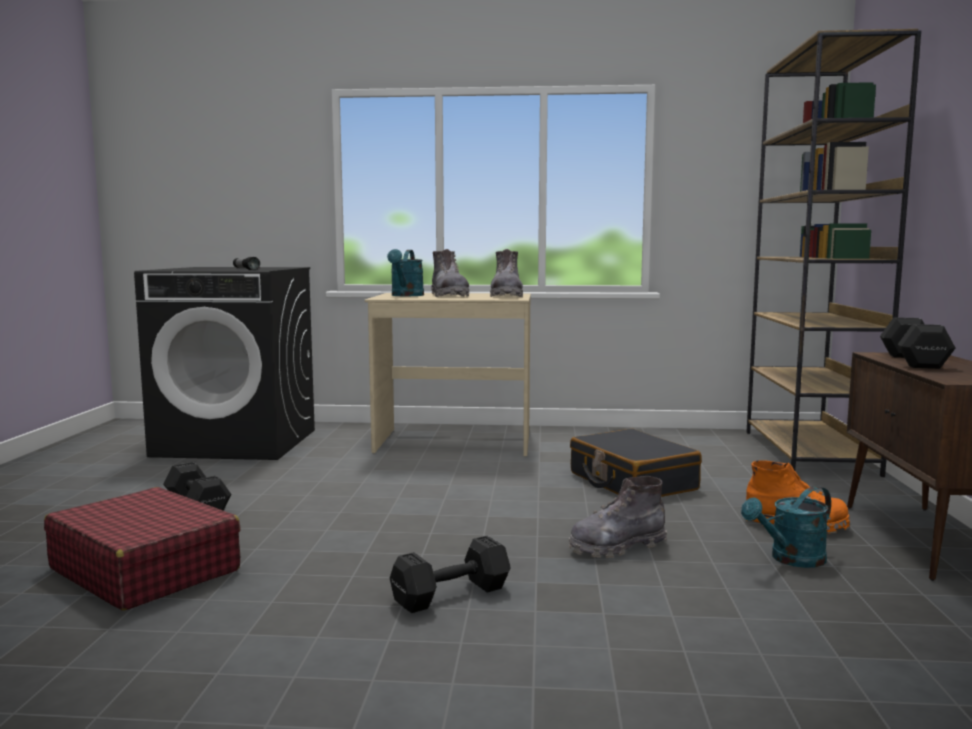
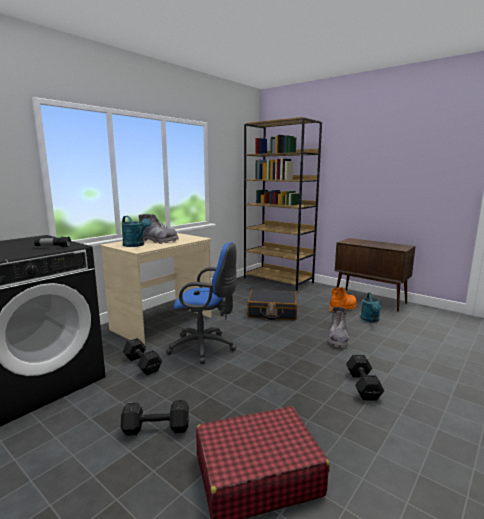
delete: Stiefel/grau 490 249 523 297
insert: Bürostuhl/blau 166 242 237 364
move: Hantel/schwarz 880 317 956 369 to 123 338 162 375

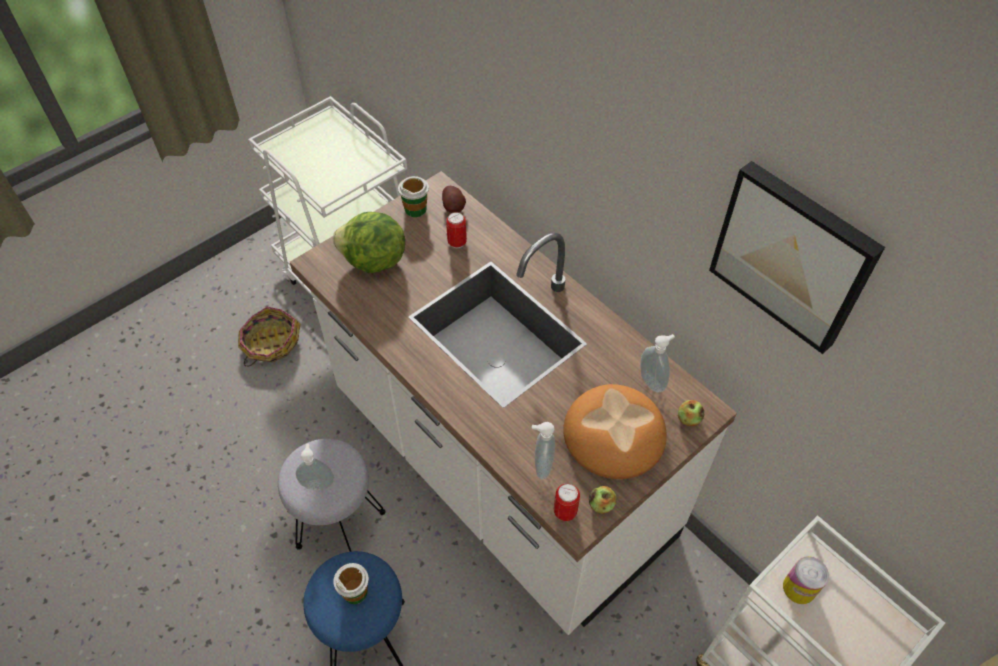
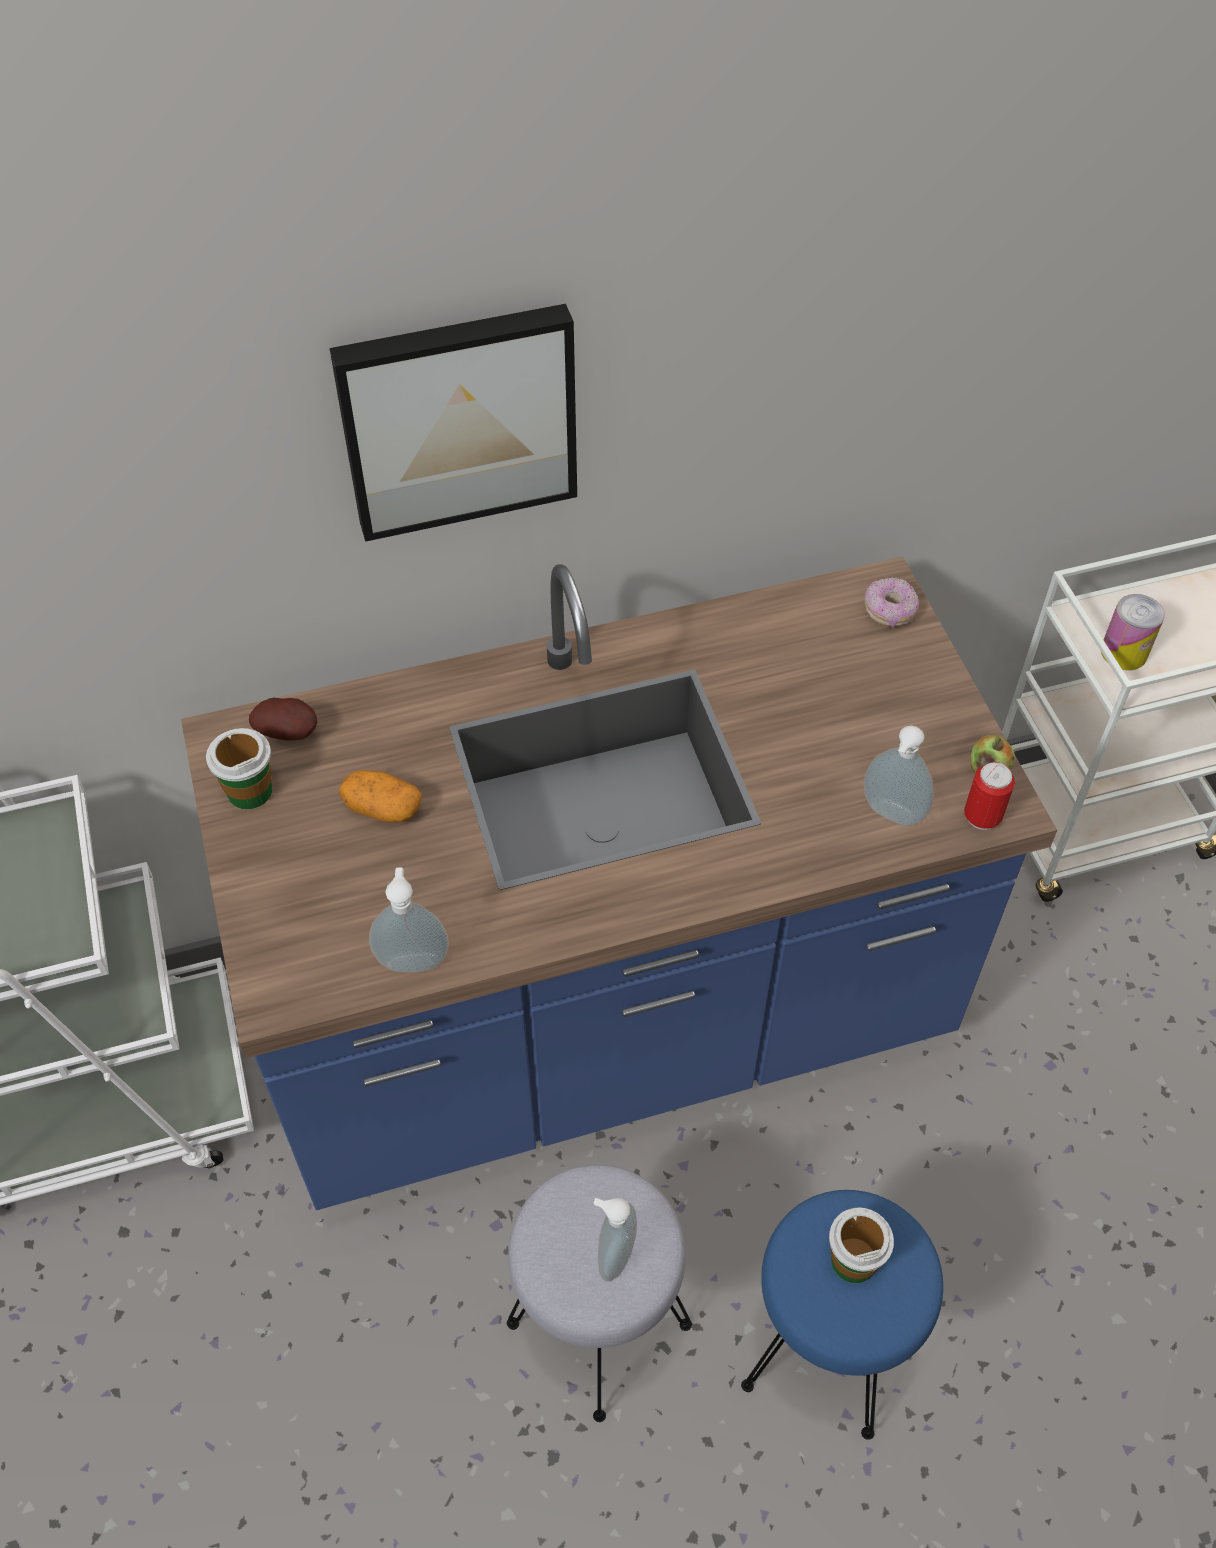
delete: Salatkopf 333 212 405 273; Dose 446 212 467 248; Korb 238 307 300 367; Brot 563 384 667 479
insert: Kartoffel 339 770 422 823
move: Bild 709 161 885 354 to 330 304 577 542; Seifenspender 640 334 675 393 to 369 867 449 972
replace: Apfel 678 400 704 426 to Donut 865 578 919 627
recolor: Küchenzeile/weiß 290 171 737 635 to Küchenzeile/blau 181 557 1057 1210

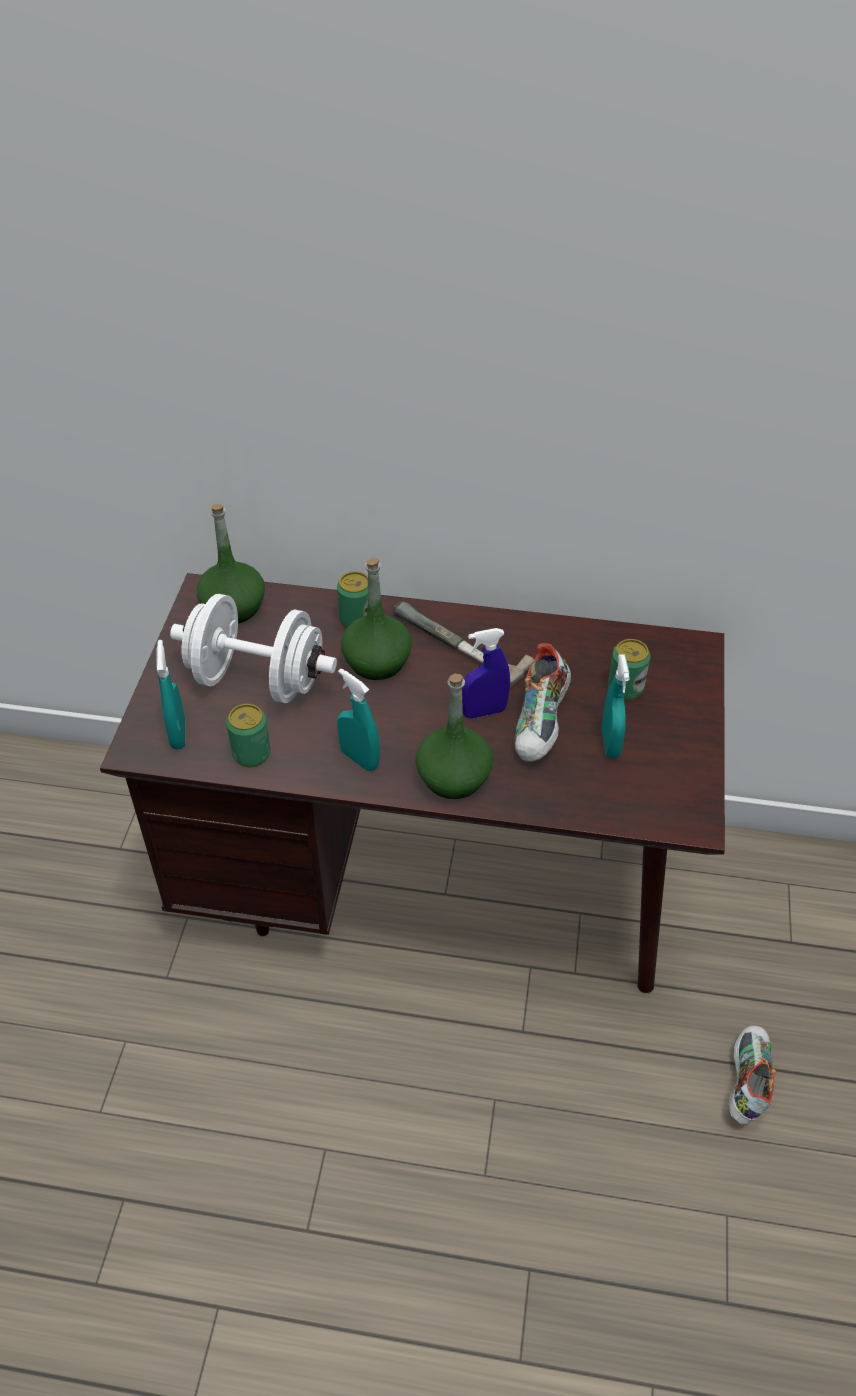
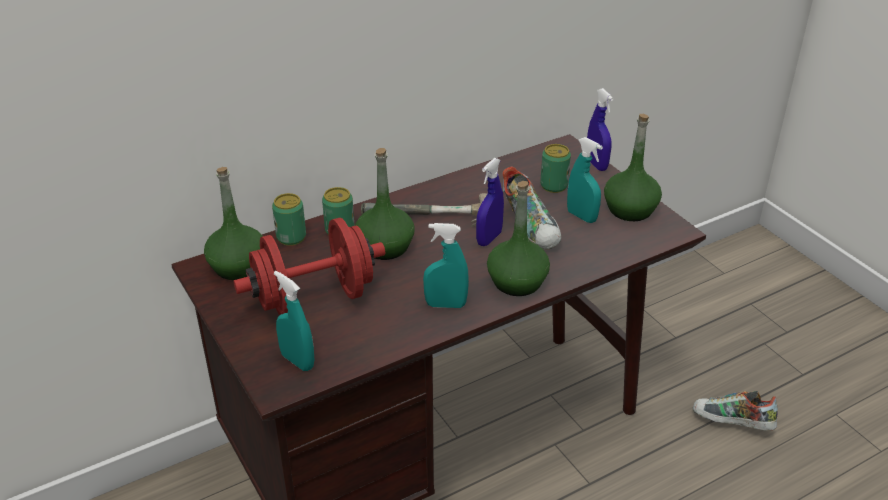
insert: Sprühflasche/blau 587 88 613 171; Flasche/grün 604 114 662 221
move: Dose 226 704 271 767 to 272 193 306 246
recolor: Hantel/weiß 170 594 337 703 to Hantel/rot 234 218 385 315
rotate: Schuh 728 1025 776 1125 = 692 391 778 430 45 degrees counterclockwise

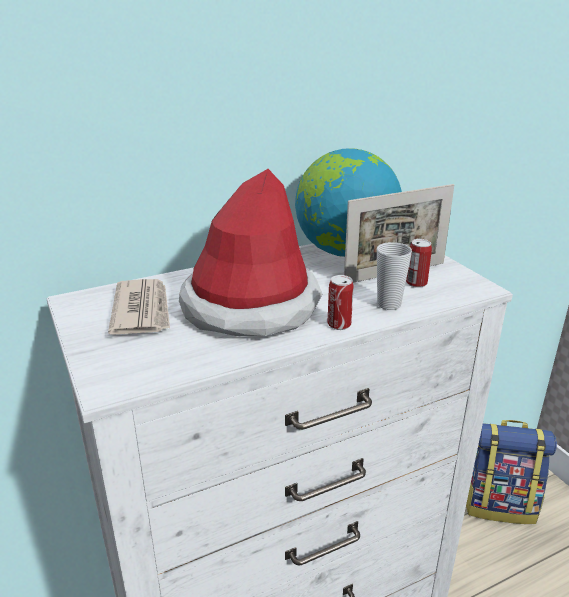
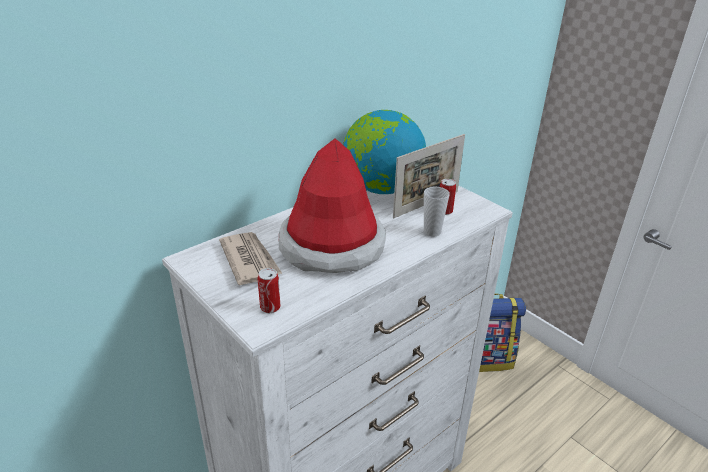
move: Dose 327 275 354 330 to 258 268 280 313

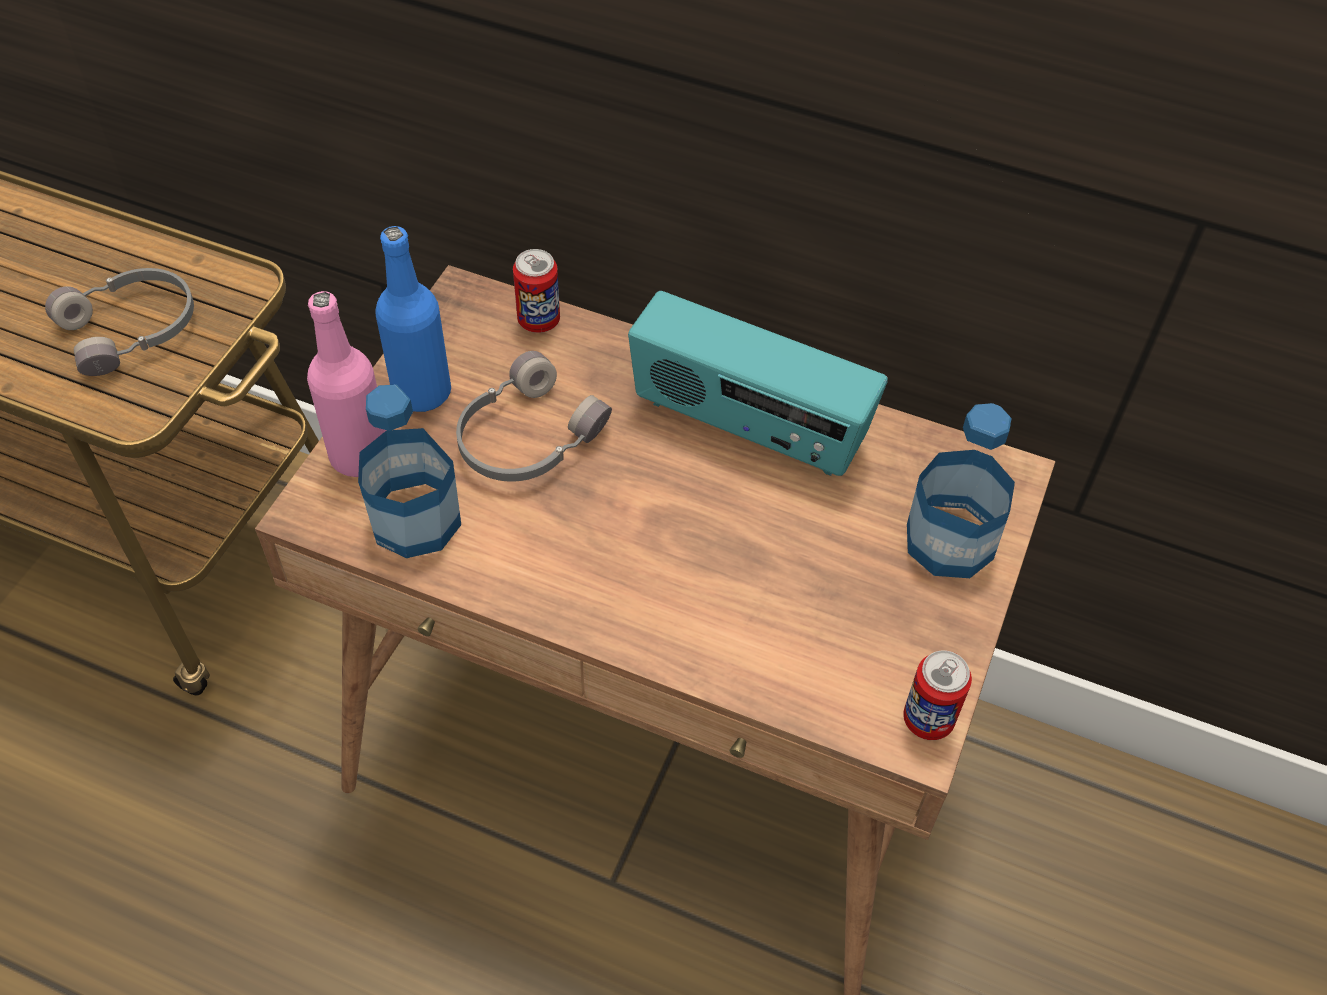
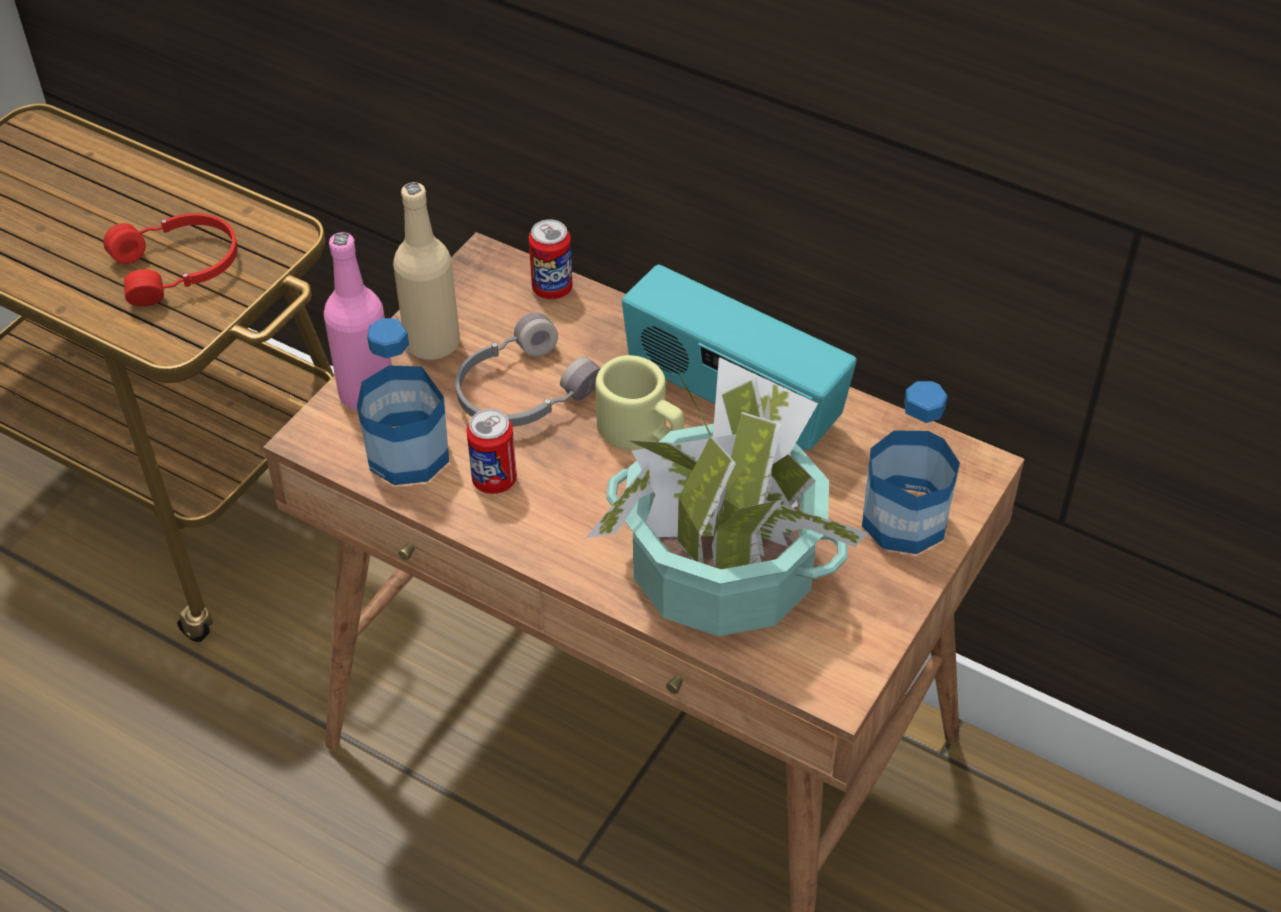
insert: Henkelbecher/beige 595 355 684 450; Topfpflanze 585 357 868 636
move: Dose 903 650 972 740 to 466 409 517 494
recolor: Flasche/blau 375 226 451 412 to Flasche/beige 393 182 460 360; Kopfhörer/grau 45 268 194 376 to Kopfhörer/rot 103 213 238 306

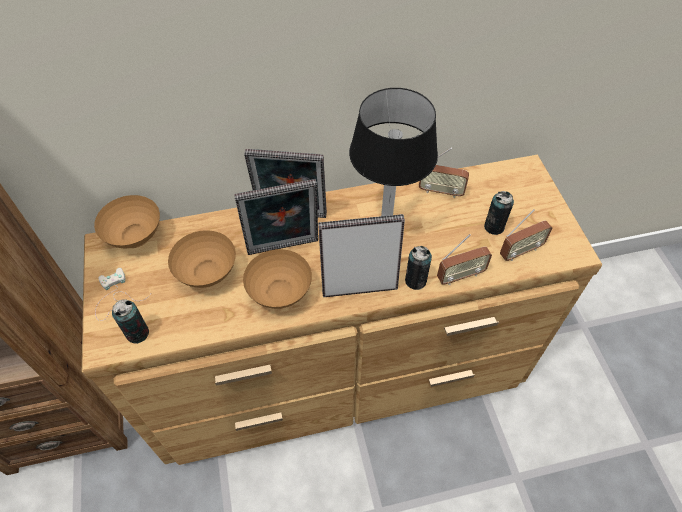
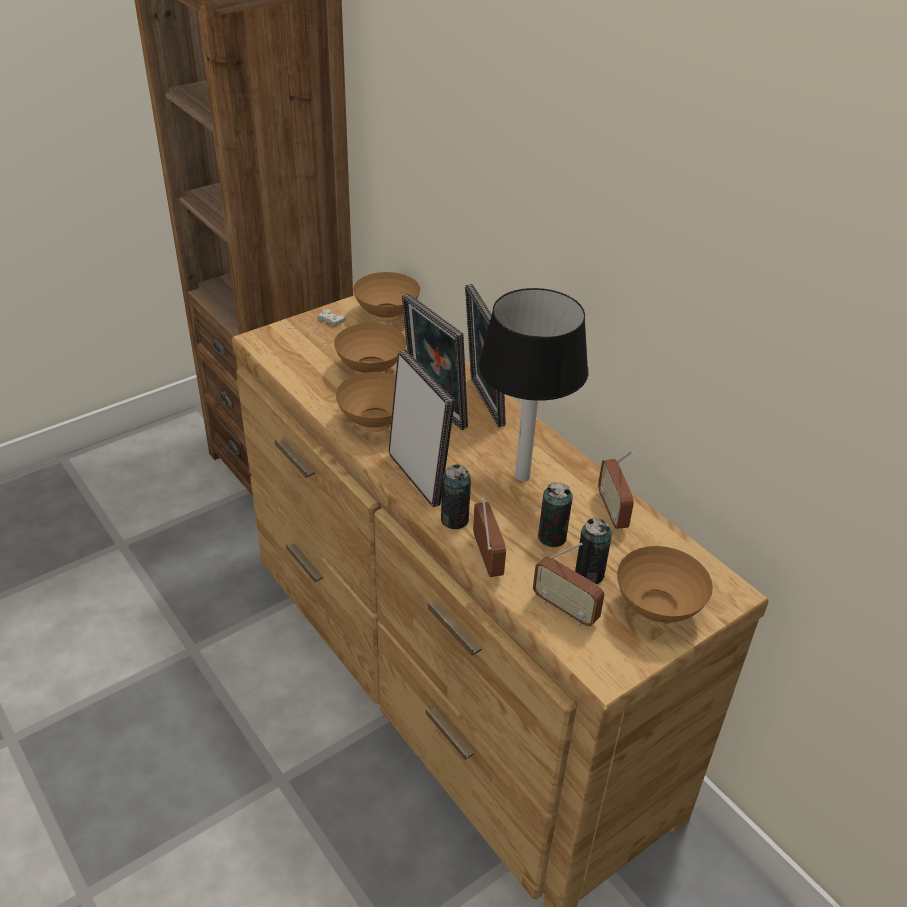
insert: Schüssel/braun 617 546 713 624
move: Dose 112 299 149 344 to 538 482 573 547
rotate: Radio 437 234 492 285 = 473 496 506 577 150 degrees counterclockwise

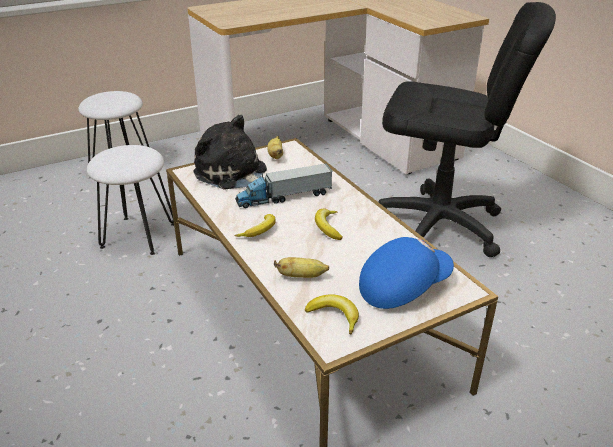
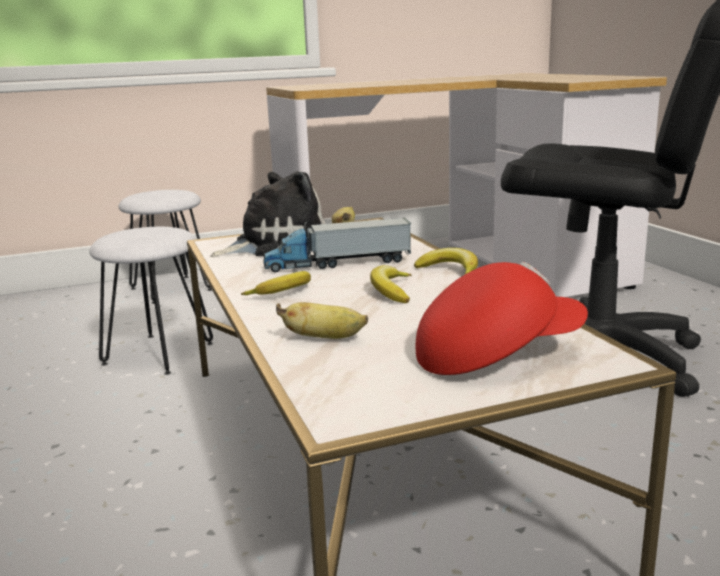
move: Banane 305 294 359 335 to 414 248 478 274
recolor: Kappe/blau 359 237 454 309 to Kappe/rot 416 262 588 375
rotate: Plüschtier 193 115 267 189 = 210 171 326 257 105 degrees clockwise

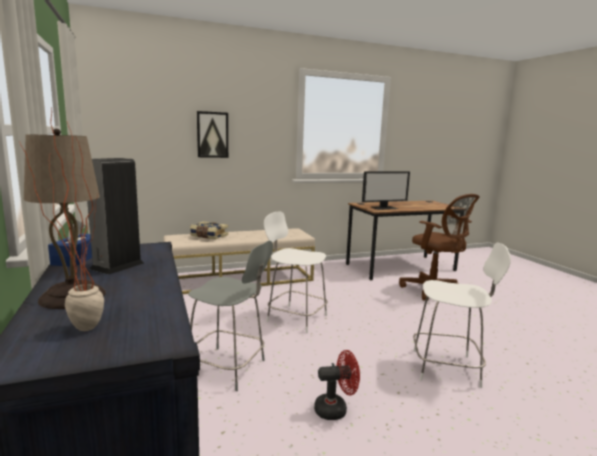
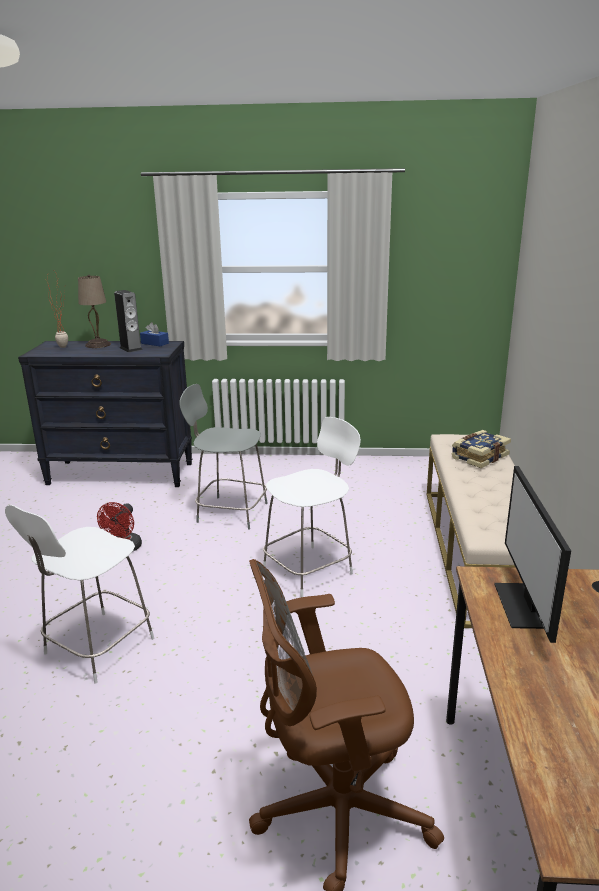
delete: Bild 197 111 228 158
rotate: Stuhl/grau 188 241 273 391 = 180 384 268 530 60 degrees clockwise

